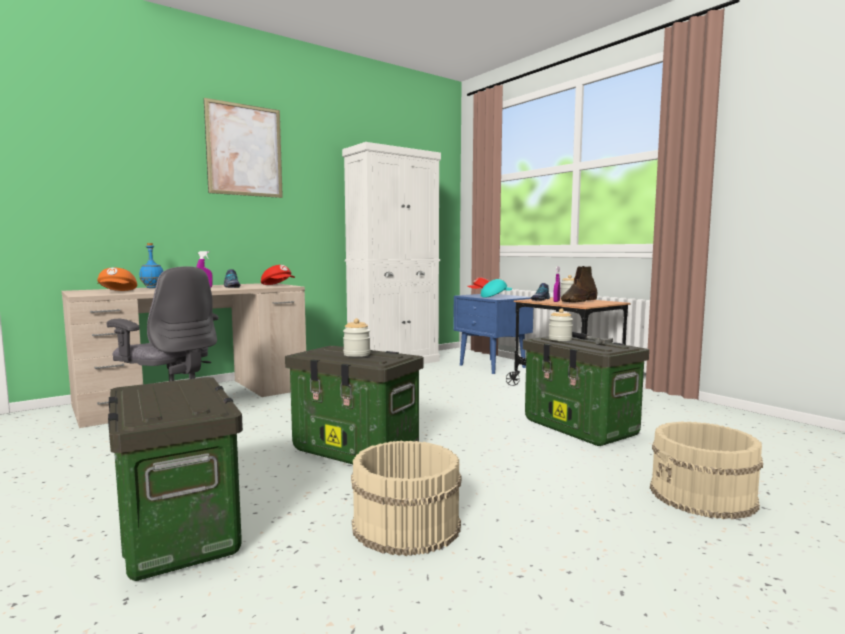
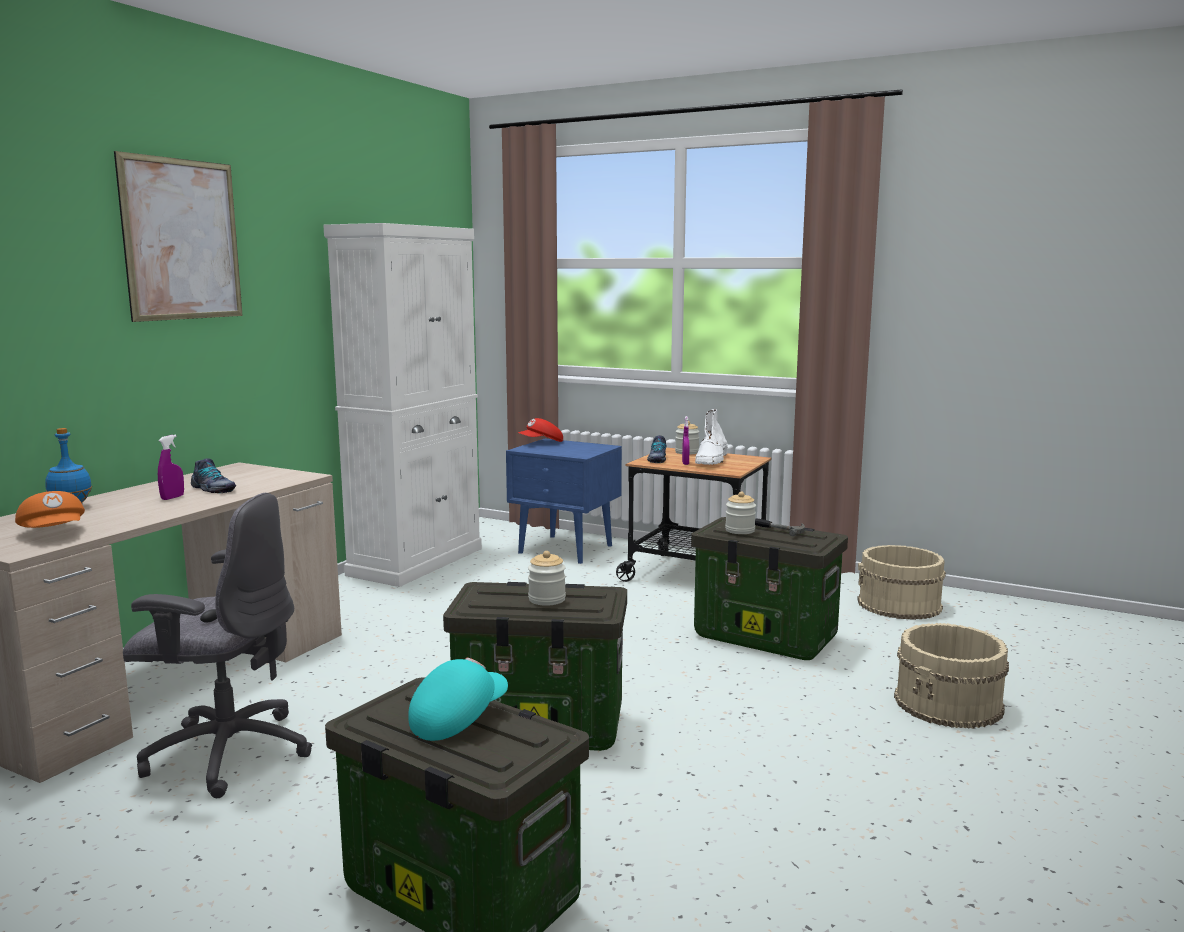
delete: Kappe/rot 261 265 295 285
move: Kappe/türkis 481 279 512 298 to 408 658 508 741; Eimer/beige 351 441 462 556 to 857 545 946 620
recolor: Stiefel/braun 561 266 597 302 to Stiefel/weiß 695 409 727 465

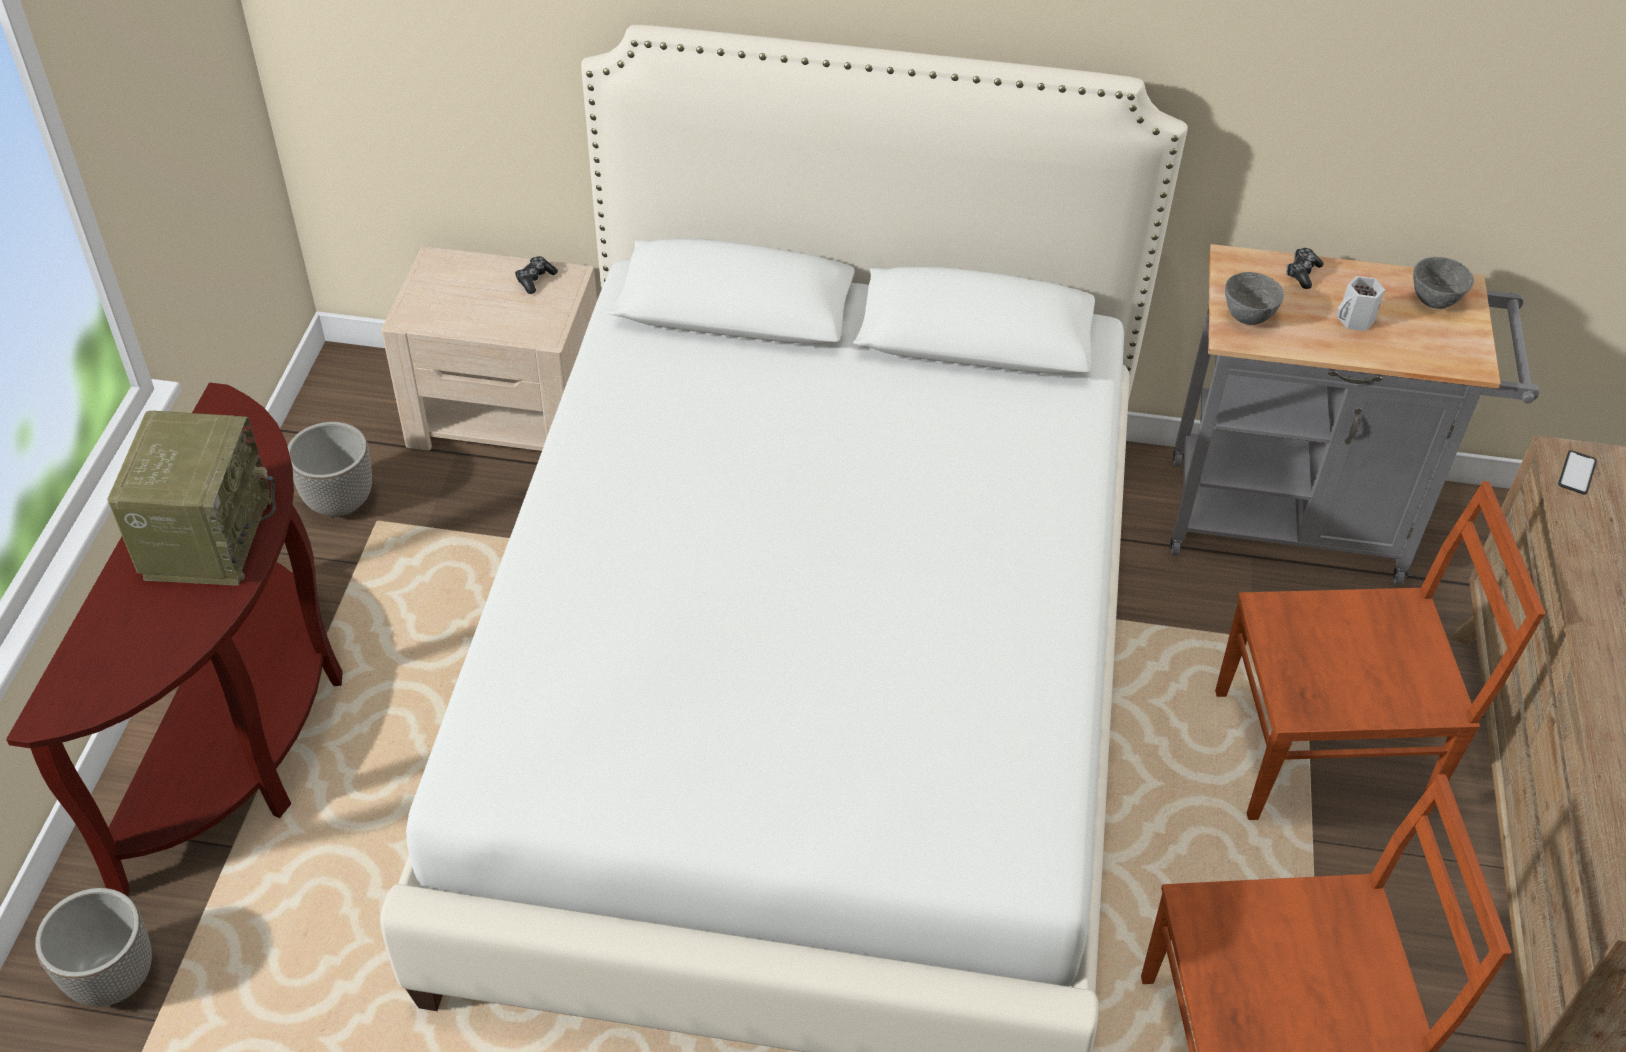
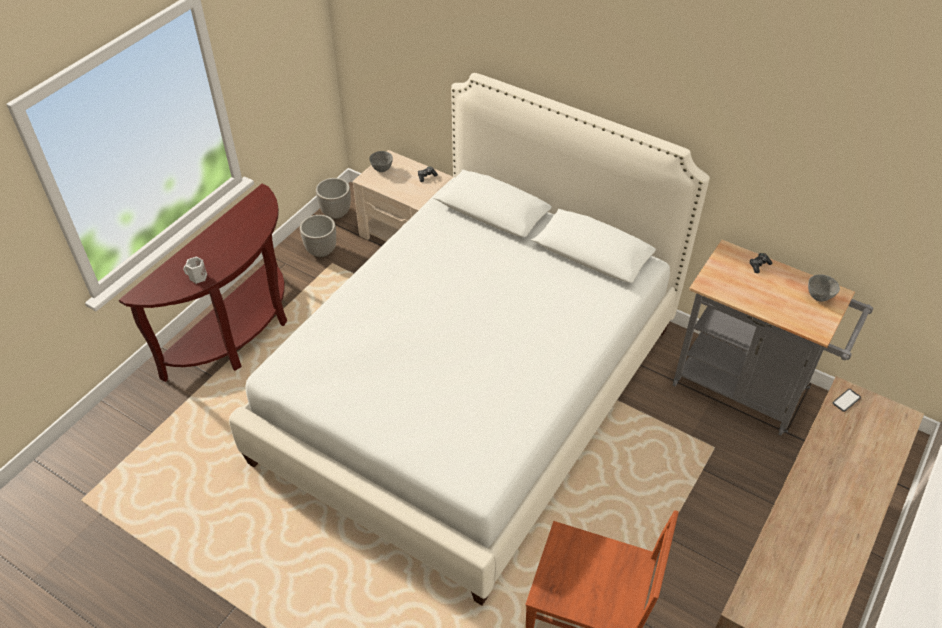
delete: Radio 107 411 276 586; Stuhl/braun 1215 481 1546 820
move: Schüssel/grau 1225 272 1284 325 to 370 151 393 172; Henkelbecher/weiß 1337 276 1385 331 to 183 257 207 284; Pflanzkübel 35 888 152 1007 to 316 178 351 219

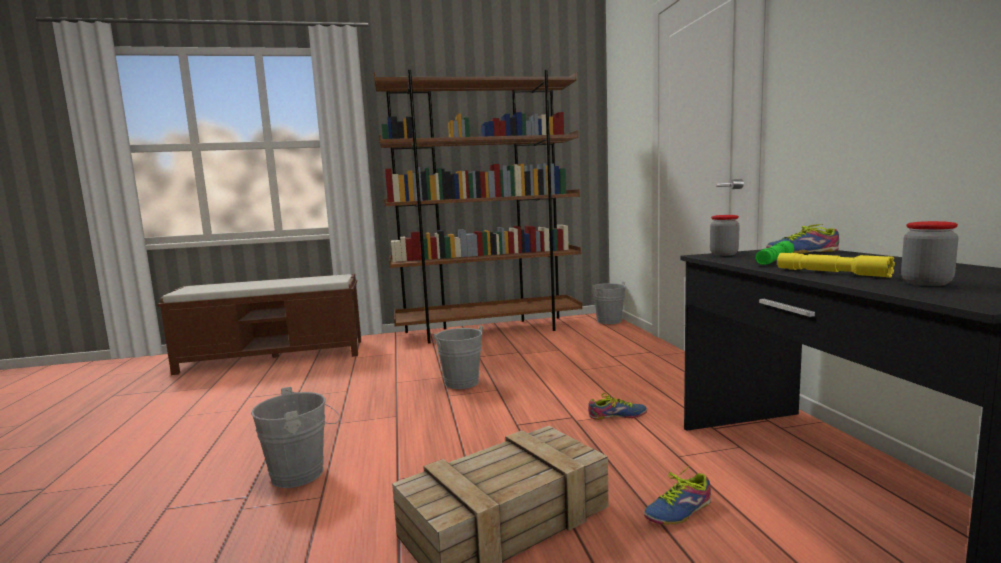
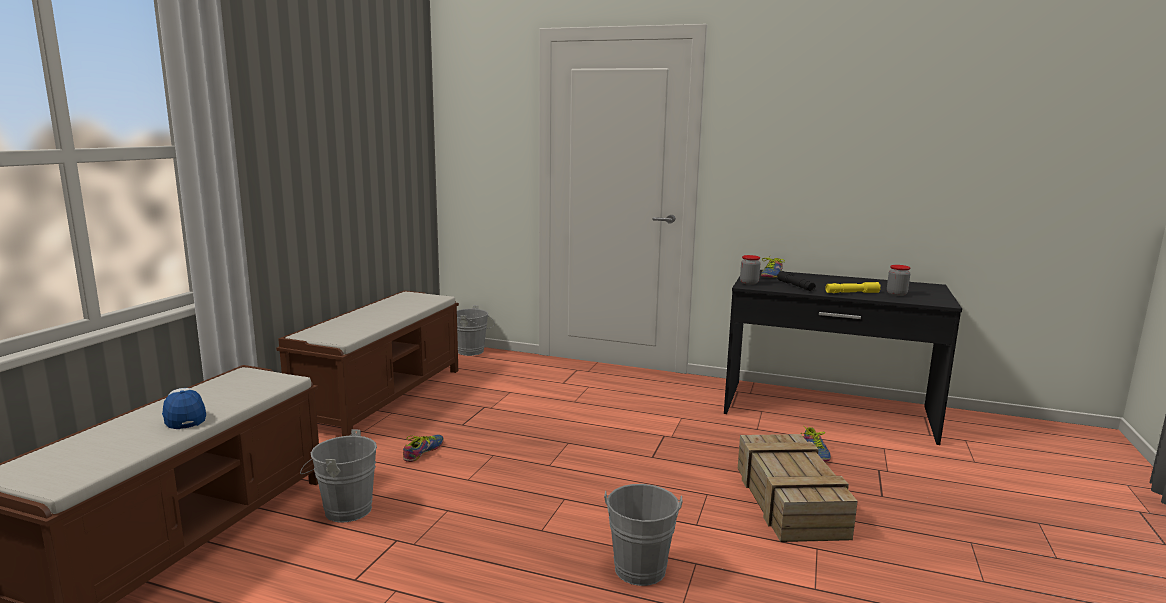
insert: Kappe 162 388 206 429
move: Eimer/grau 432 325 483 389 to 300 429 377 523; Schuh 588 393 647 420 to 403 435 444 462
replace: Bücherregal/braun 374 70 582 344 to Bank/braun 276 291 459 436
recolor: Taschenlampe/grün 755 241 794 265 to Taschenlampe/schwarz 777 271 816 291

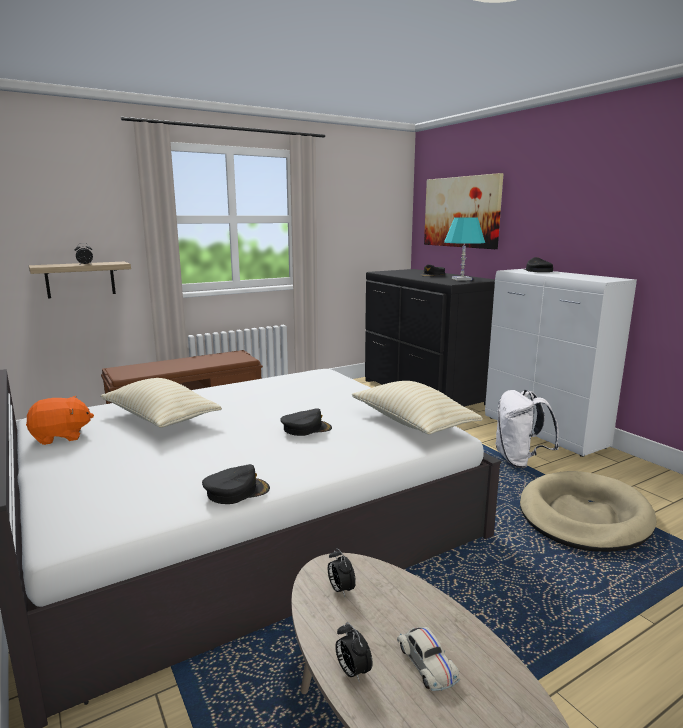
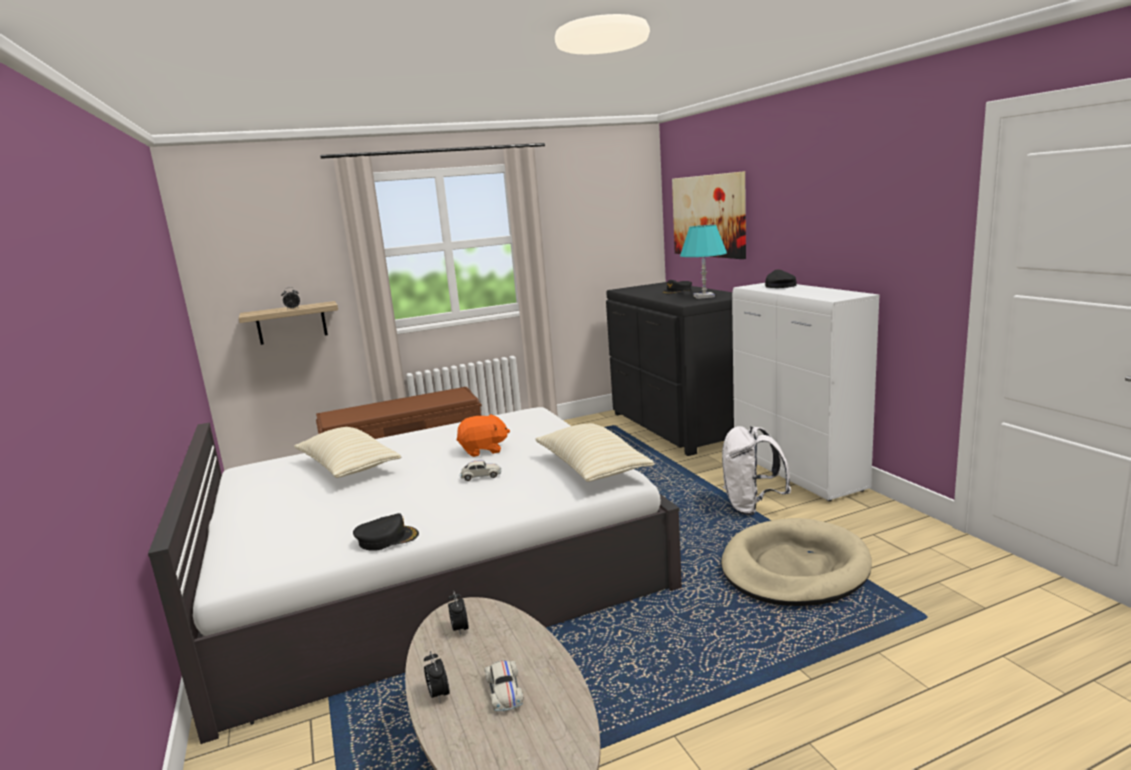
move: Plüschtier/orange 26 396 94 445 to 456 414 510 457
replace: Kappe/schwarz 280 408 332 436 to Spielzeugauto/weiß 460 460 501 481

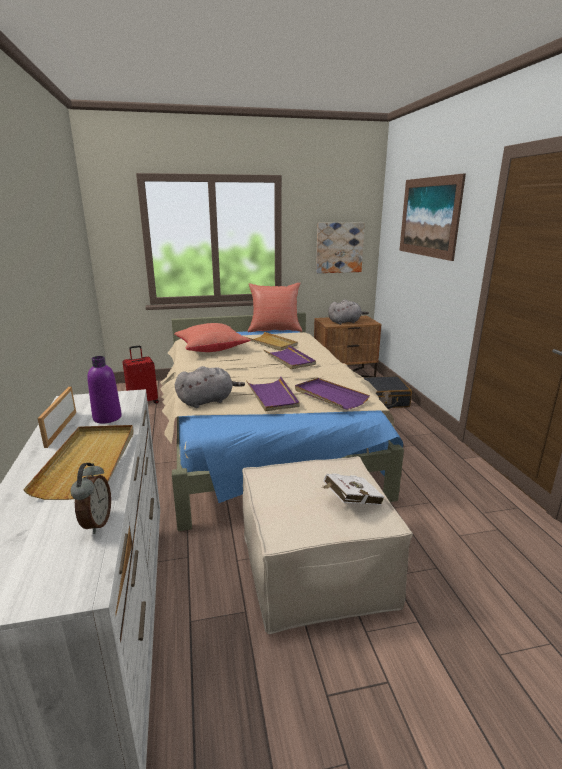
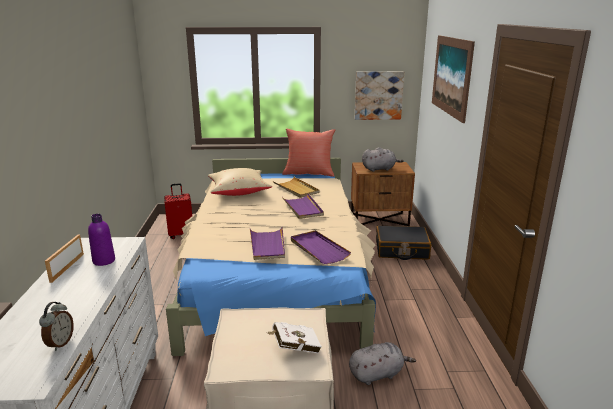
delete: Tablett/beige 23 425 134 500
move: Plüschtier/grau 175 366 245 408 to 349 342 416 385
recolor: Kissen/rot 174 323 251 352 to Kissen/beige 208 168 272 196

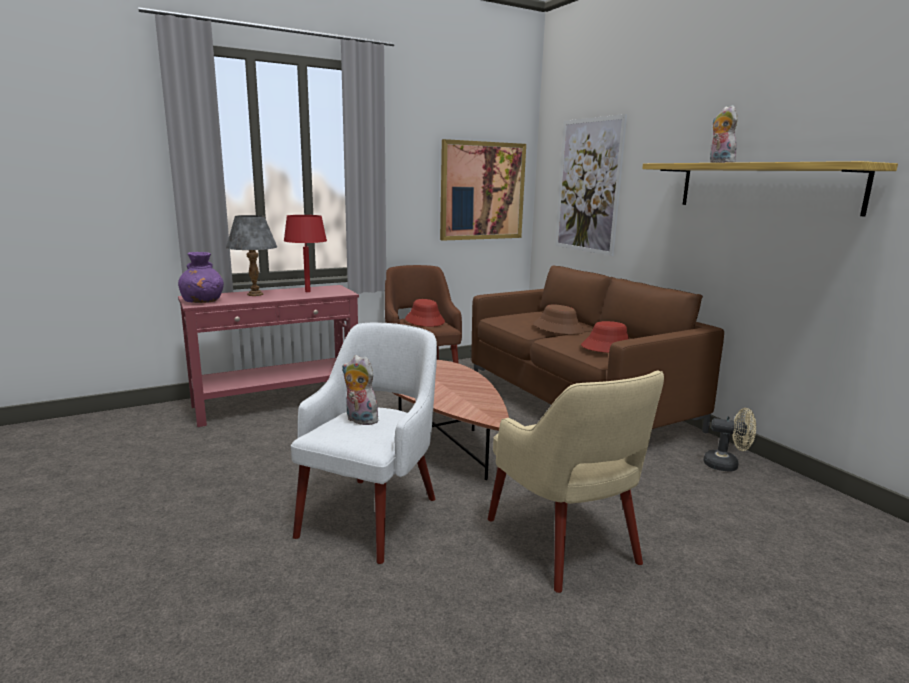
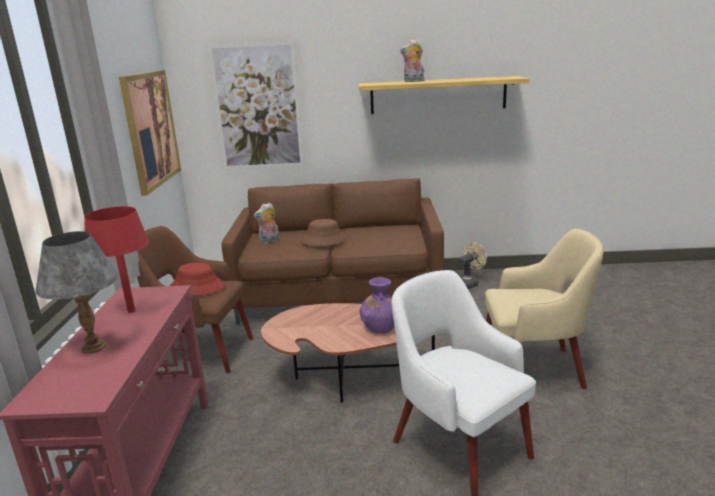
delete: Hut/rot 581 321 629 353
move: Vase/lila 178 252 224 303 to 360 277 394 334; Plüschtier 342 355 378 425 to 254 203 279 244

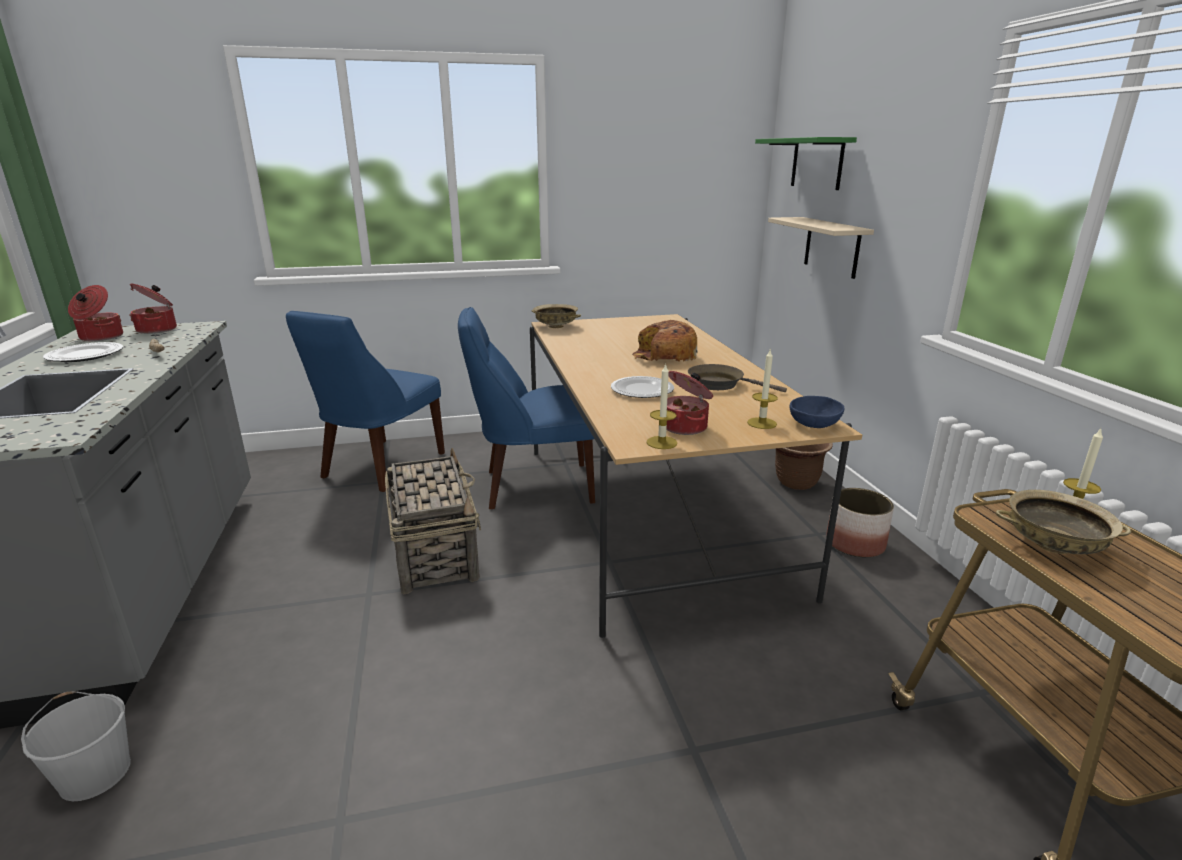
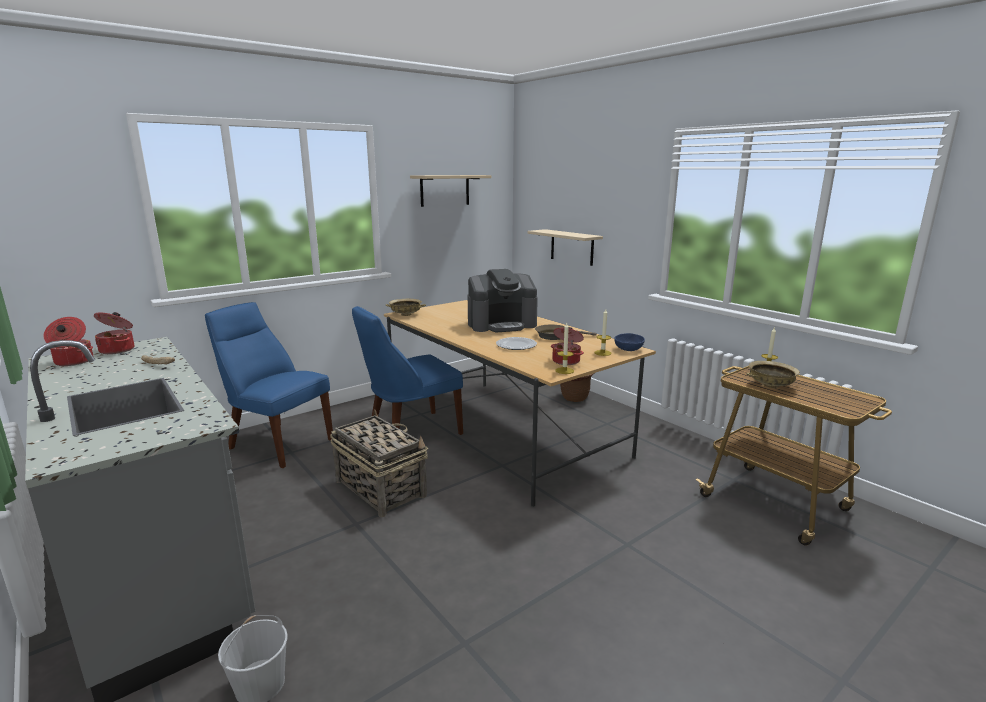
delete: Wandregal/grün 755 137 857 190; Teller 43 342 123 362; Pflanzkübel 826 488 894 557
insert: Wandregal/beige 410 175 491 207
replace: Brot 632 320 698 362 to Kaffeemaschine 468 269 538 332
rotate: Stuhl/blau 286 311 445 492 = 205 302 333 468 120 degrees clockwise

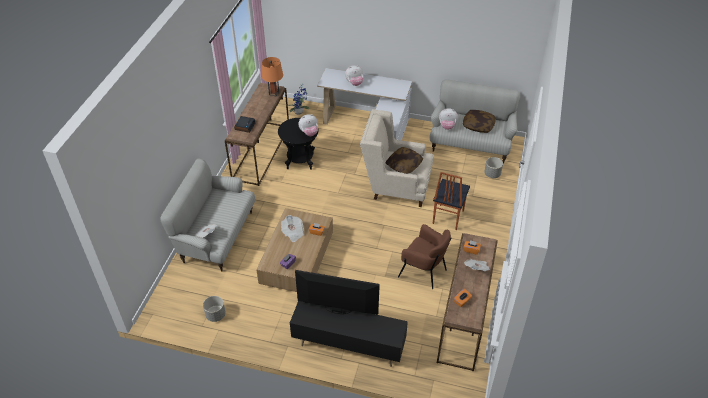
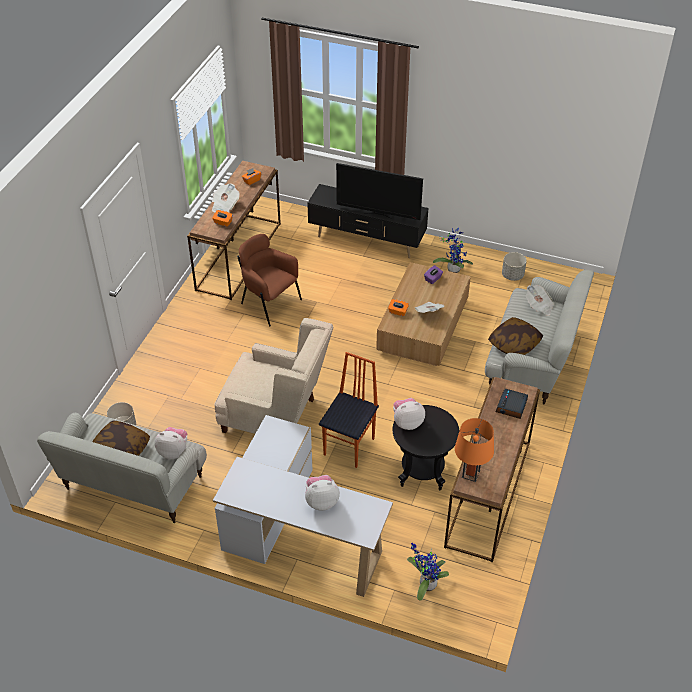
insert: Topfpflanze 433 227 473 273
move: Kissen 386 147 423 174 to 488 317 543 355; Stuhl 433 172 470 230 to 319 352 379 468

